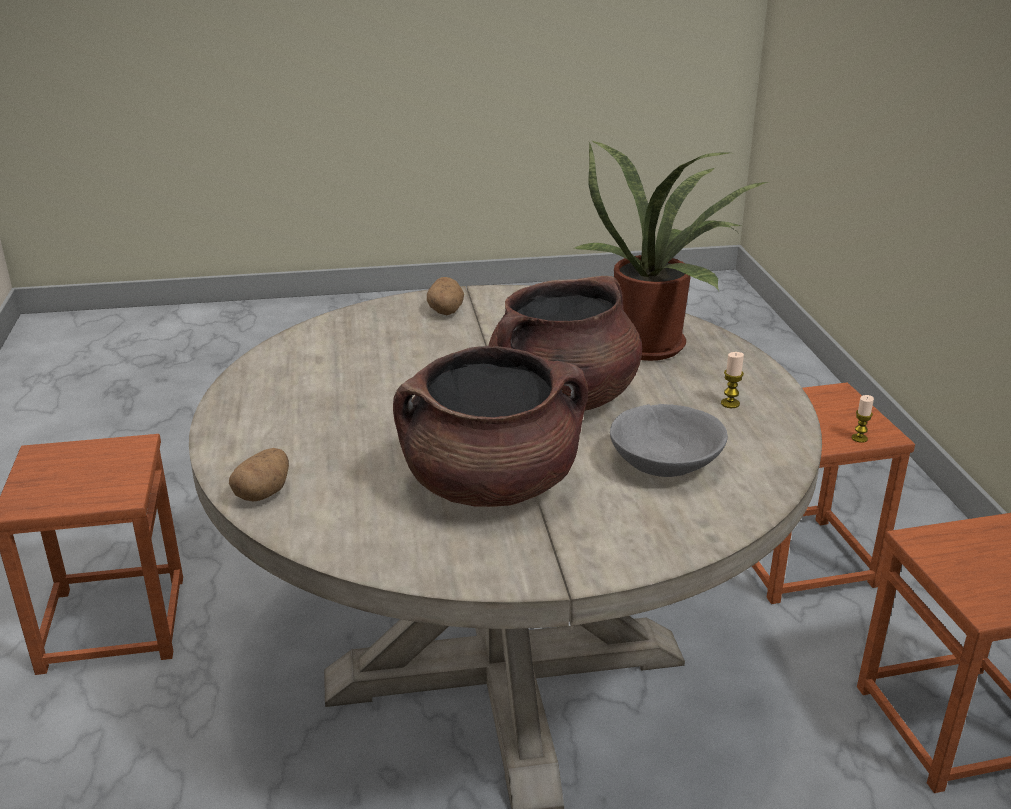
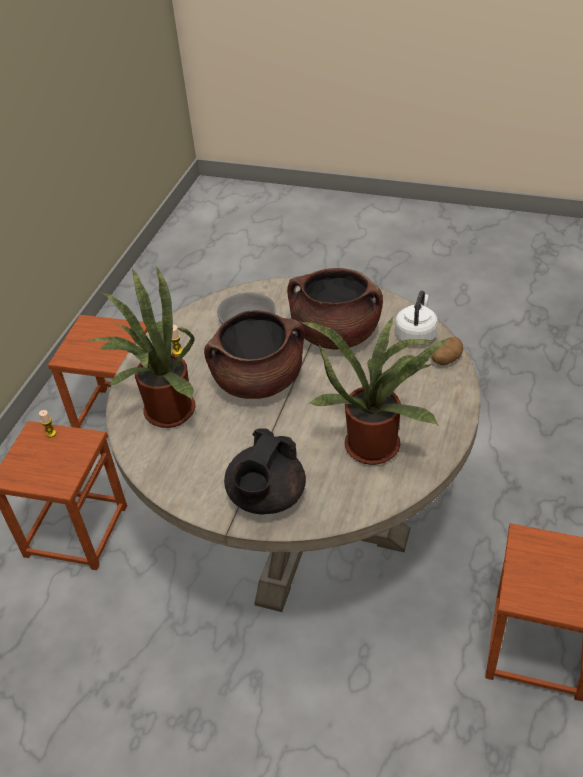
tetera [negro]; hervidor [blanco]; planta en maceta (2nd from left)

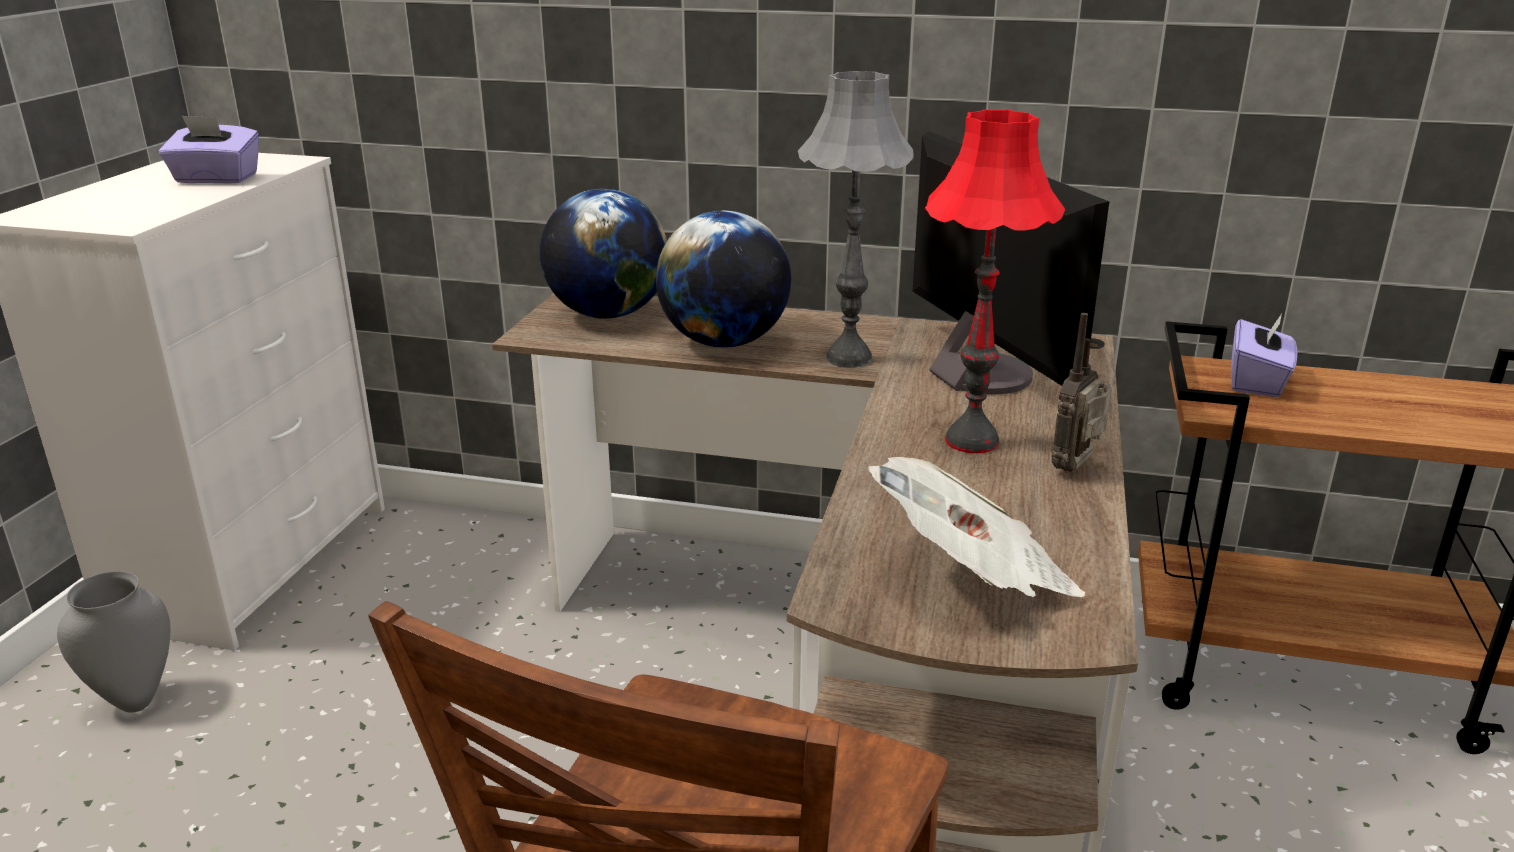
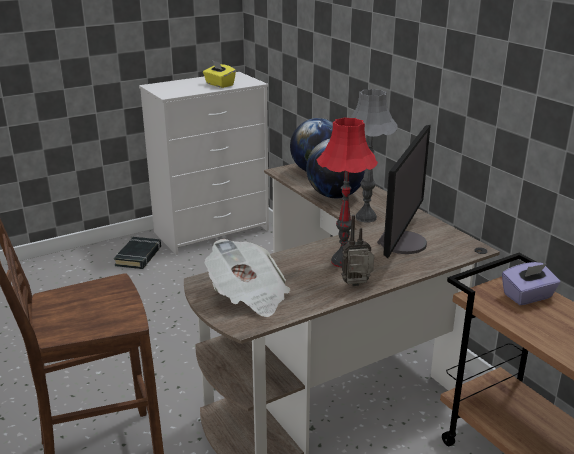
caja de pañuelos [amarillo]; libro [negro]

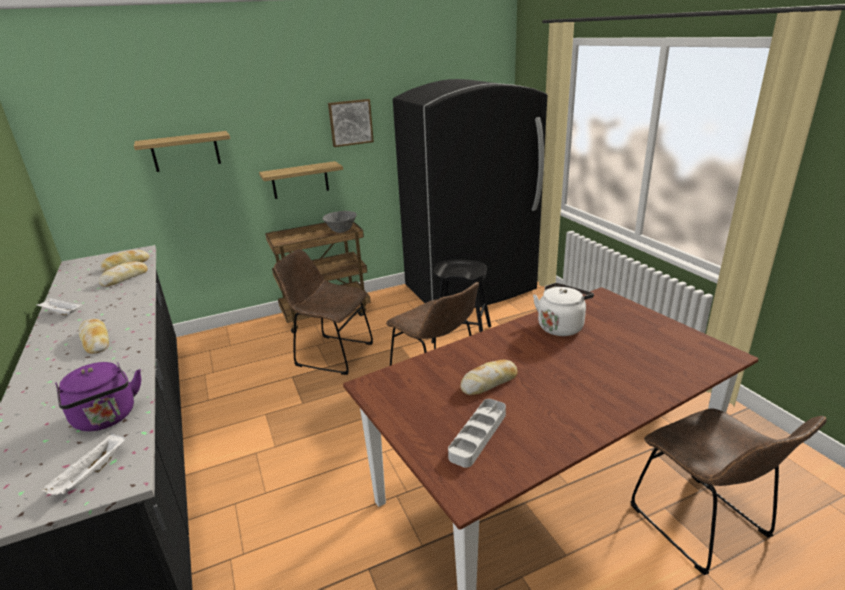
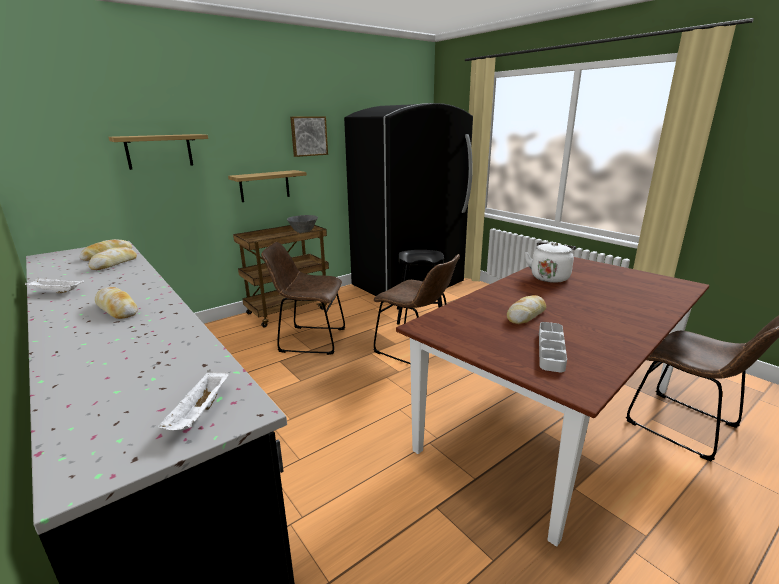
hervidor [morado]

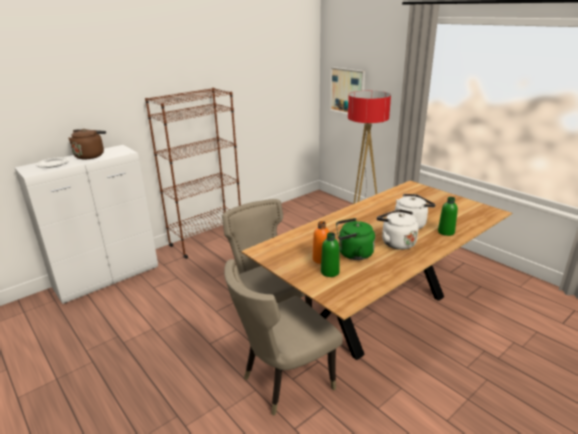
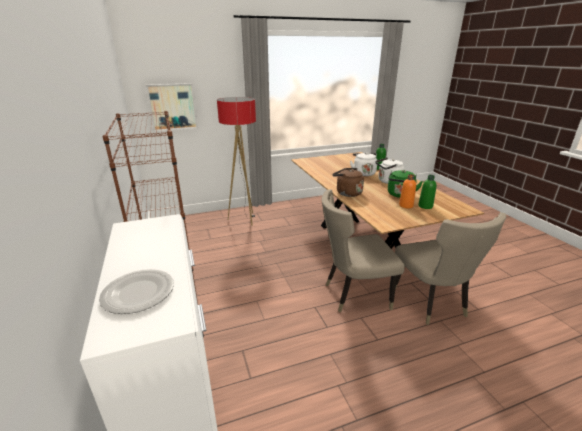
hervidor [marrón]

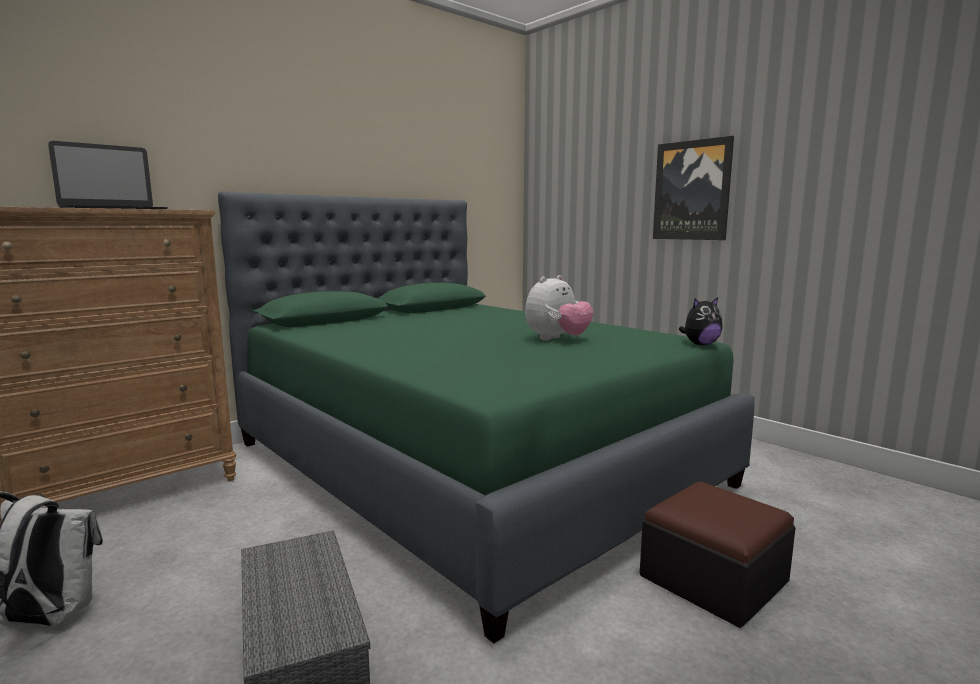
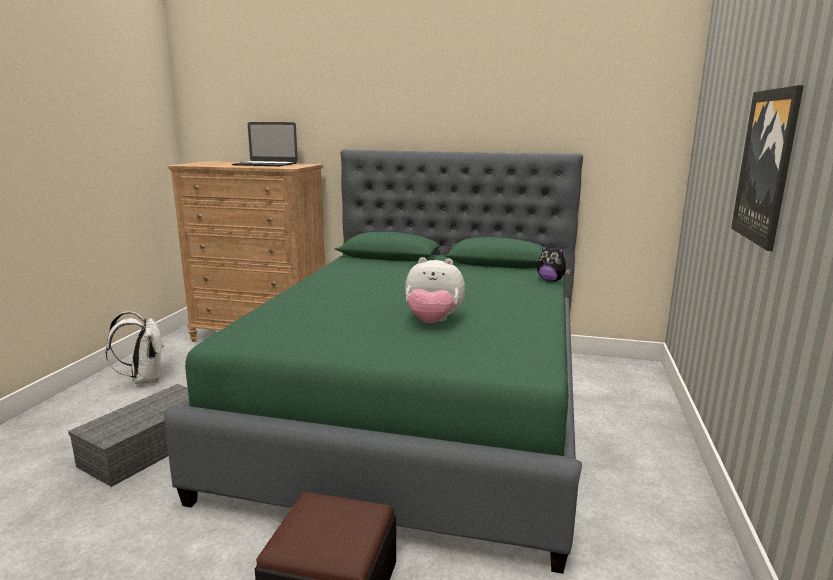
peluche (2nd from left)

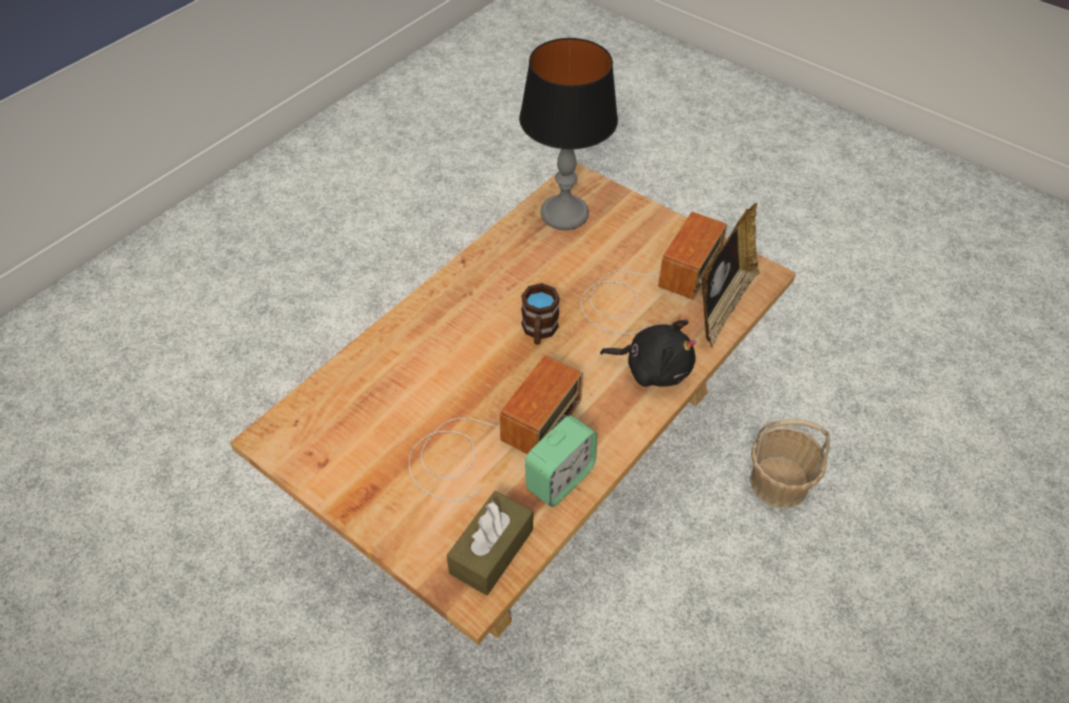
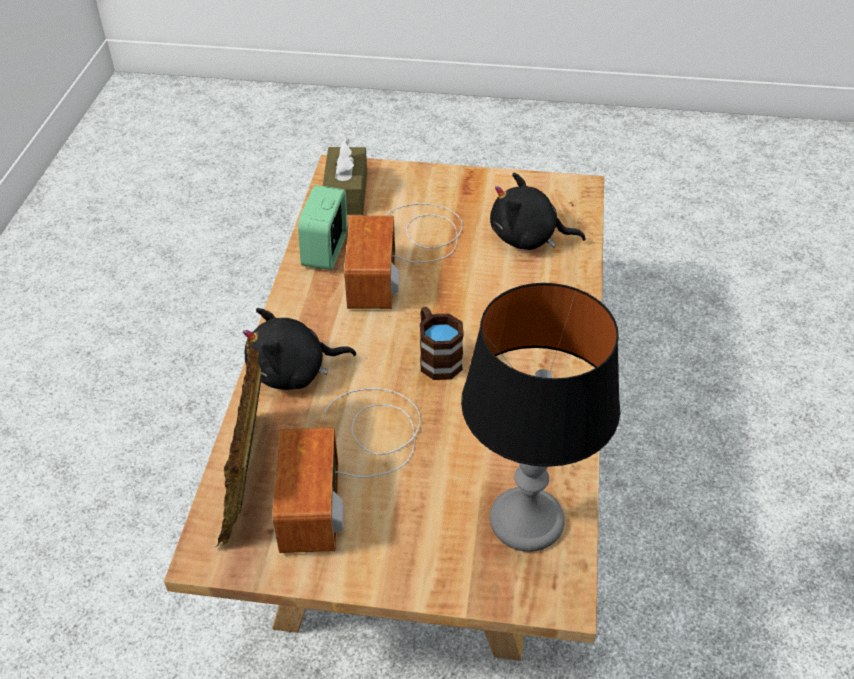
cesta; peluche [negro] (2nd from left)

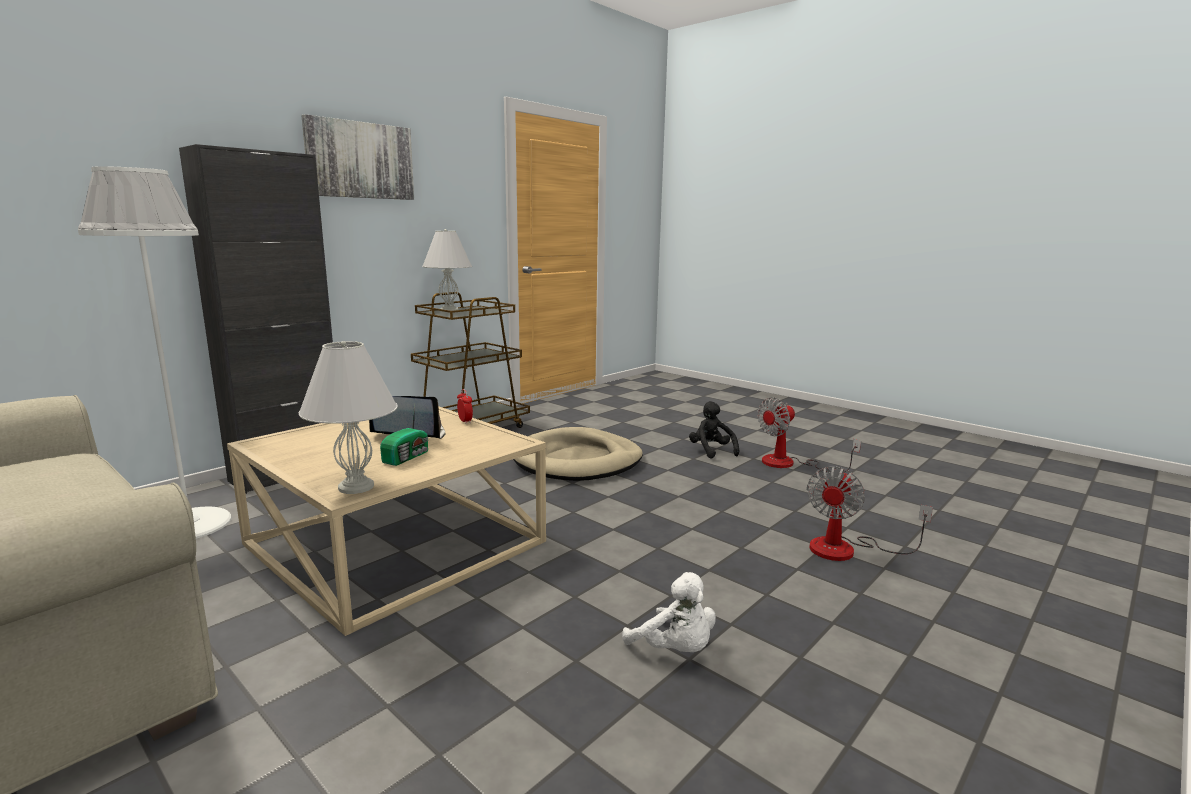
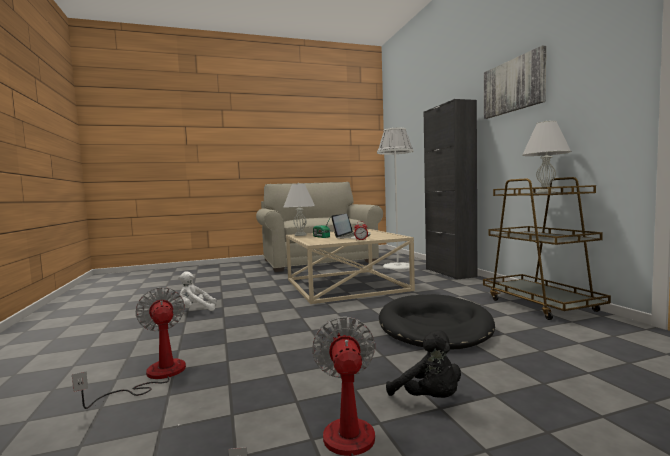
peluche [negro]; cama para perro [negro]

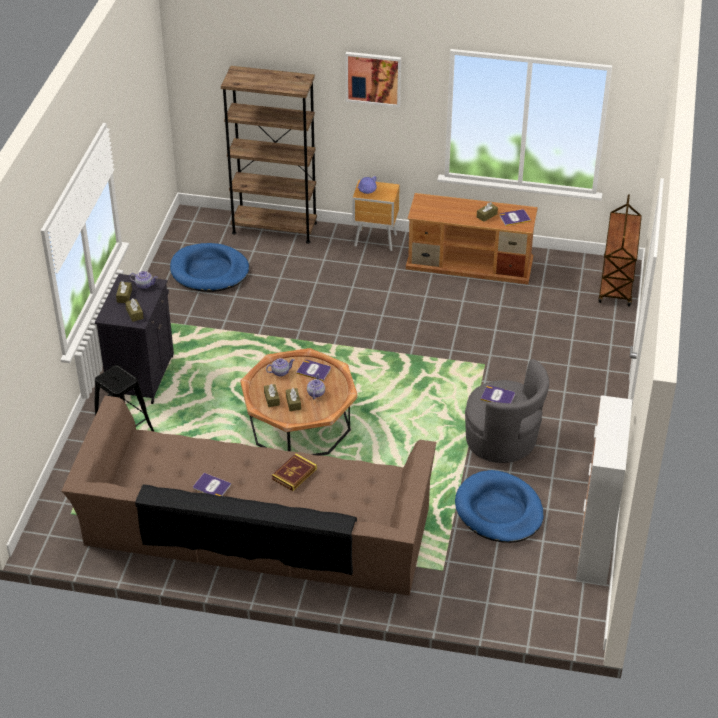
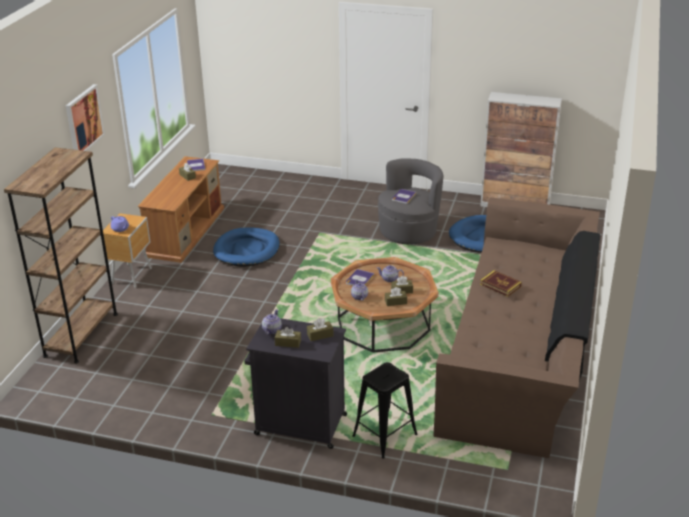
carrito [marrón]; cama para perro [azul] (1st from left); libro (1st from left in the first image)

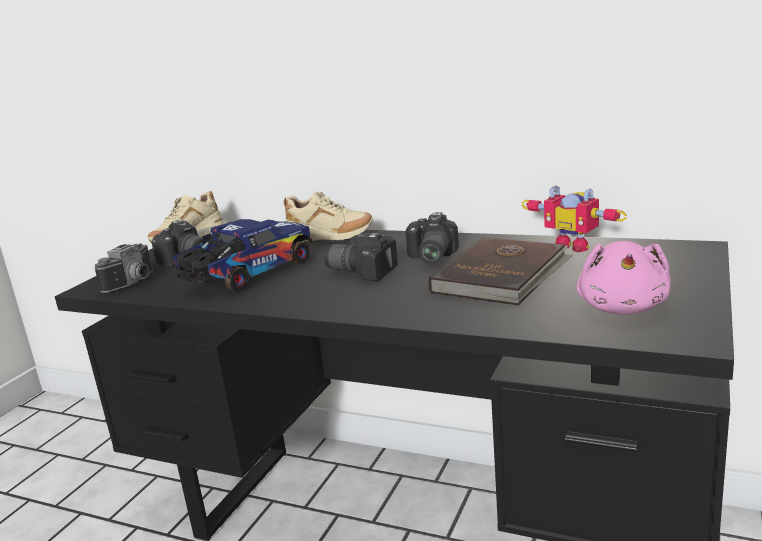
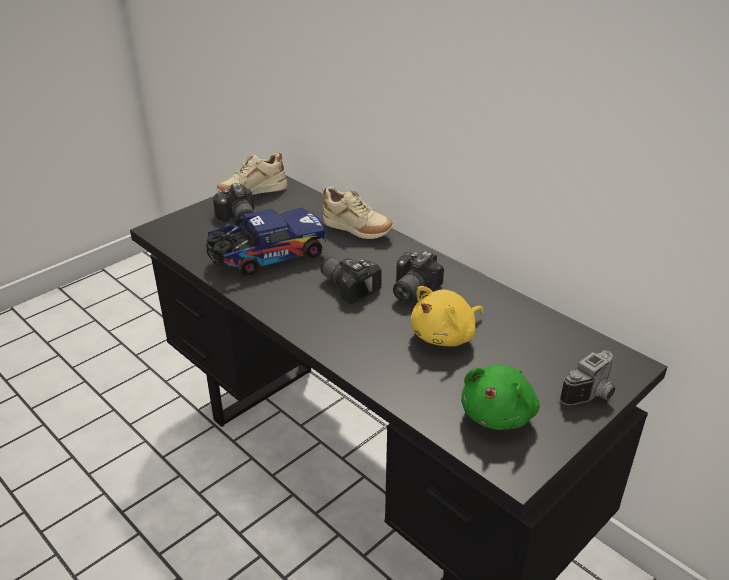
robot de juguete; peluche [amarillo]; peluche [verde]; cámara (4th from left)

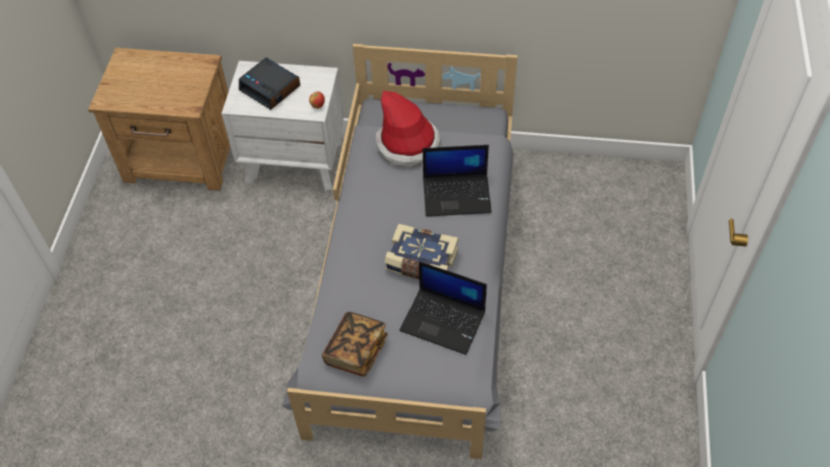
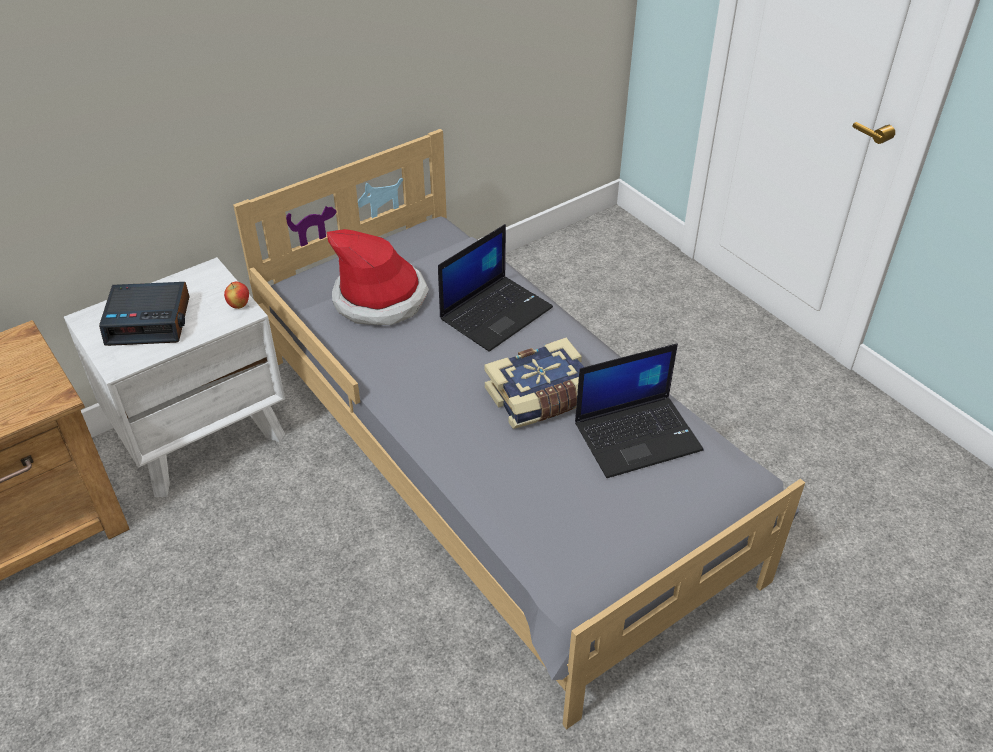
libro (1st from left in the first image)

